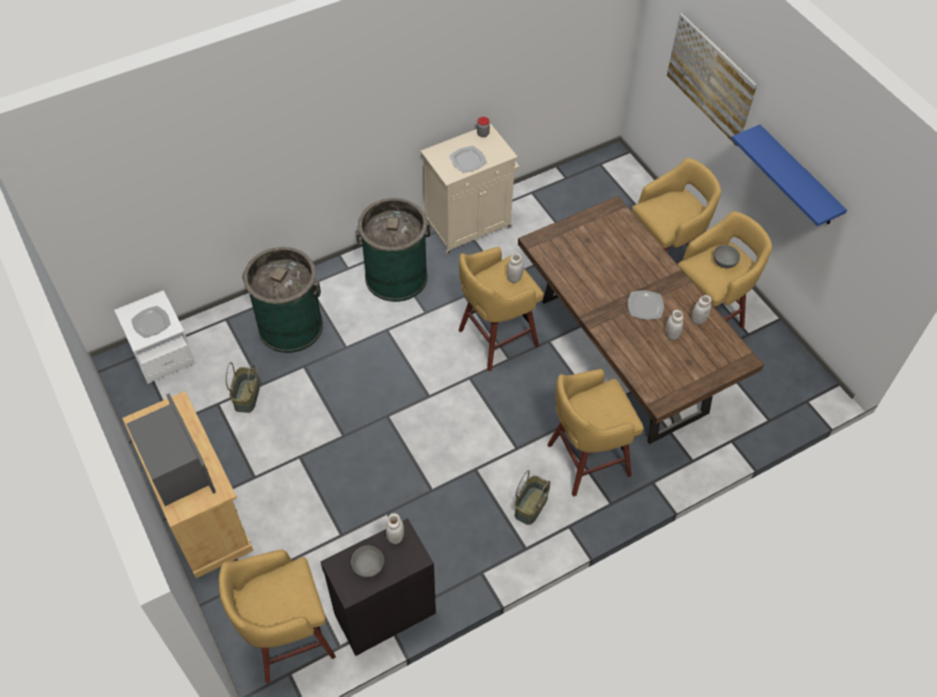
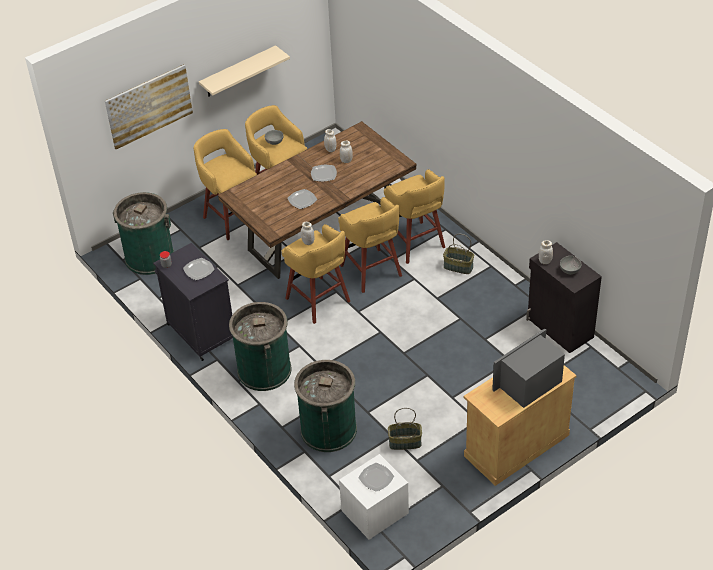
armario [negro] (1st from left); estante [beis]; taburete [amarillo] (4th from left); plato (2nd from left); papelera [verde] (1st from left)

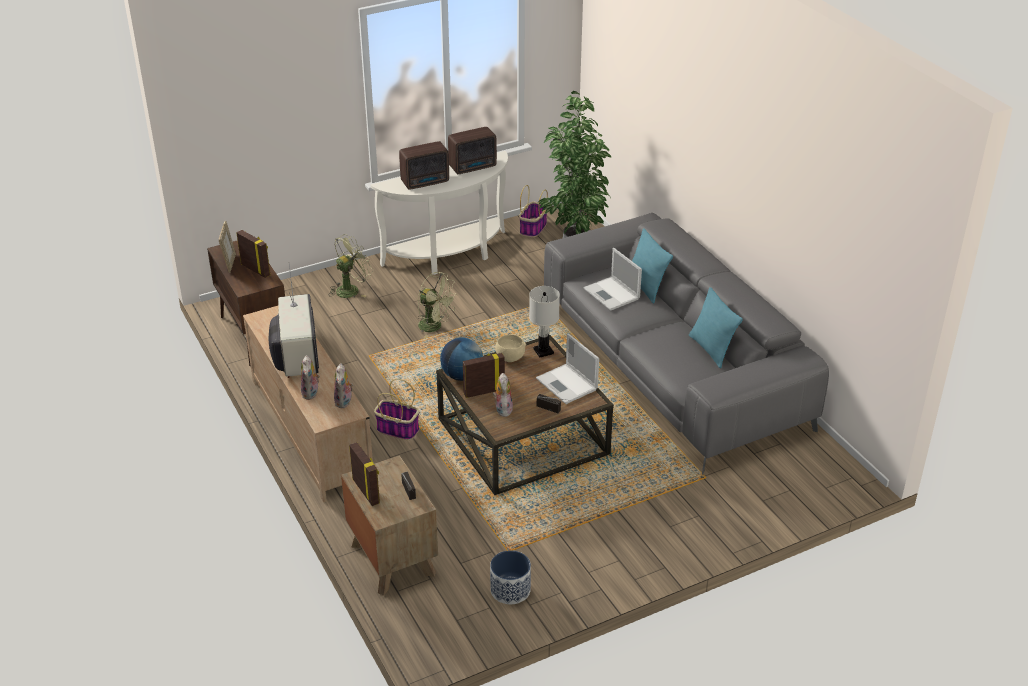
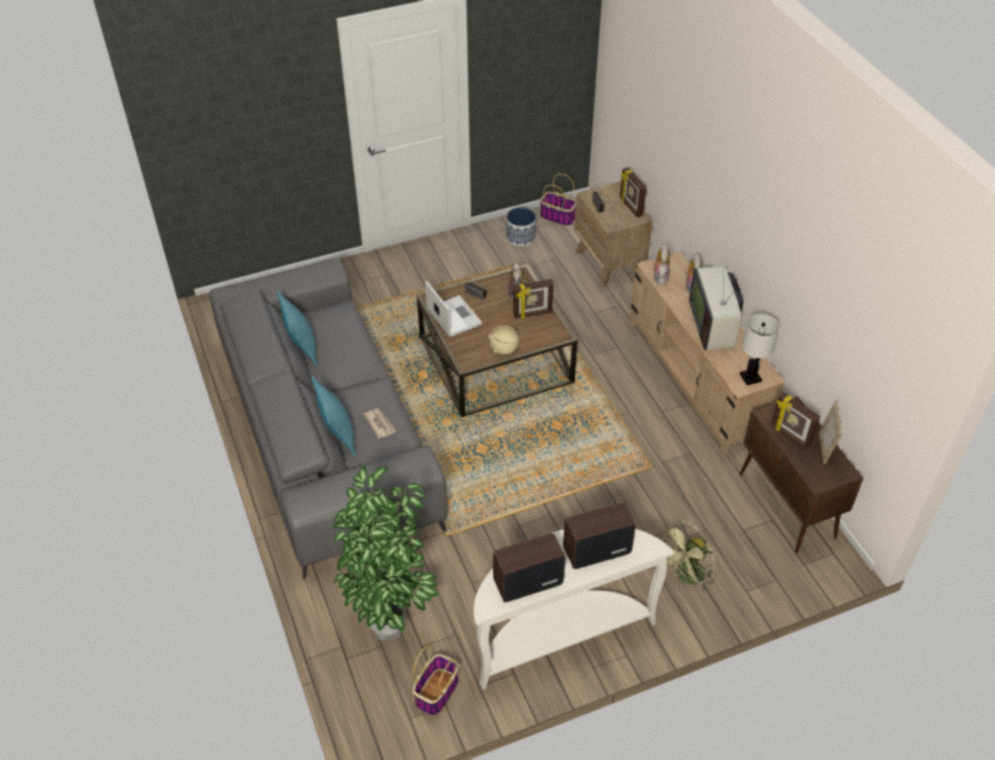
periódico; ventilador [verde] (2nd from left in the first image); lámpara de mesa [blanco]; globo terráqueo; cesta (2nd from left)

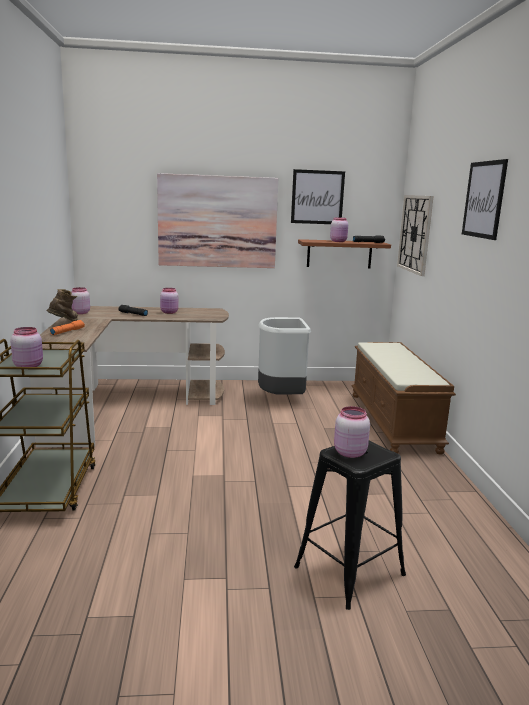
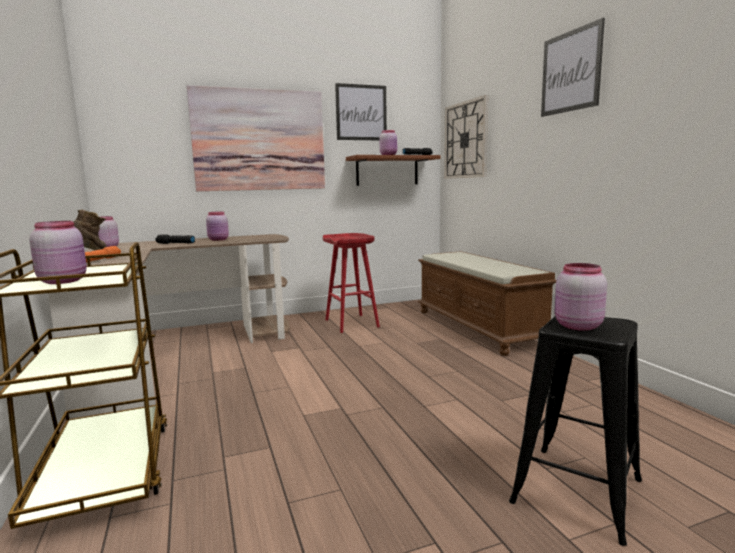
taburete [rojo]

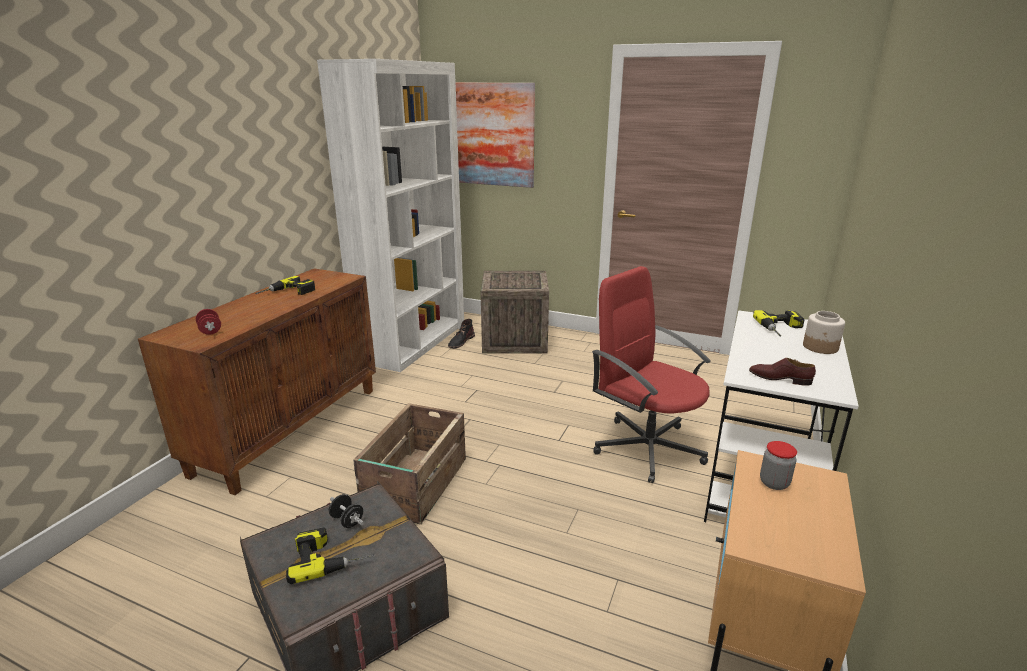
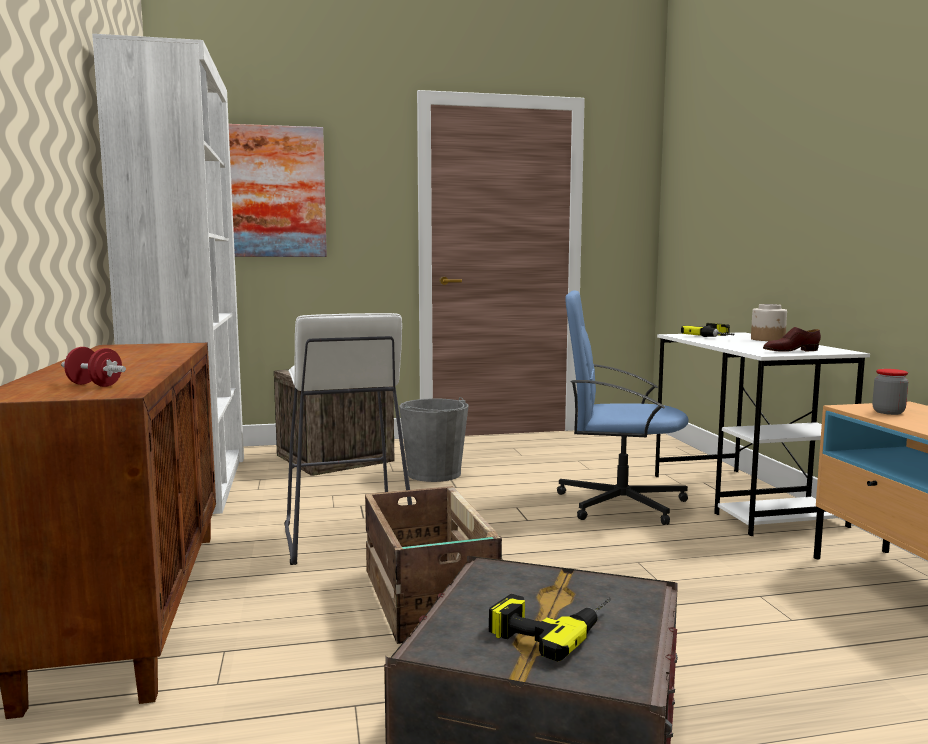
silla de oficina [azul]; taladro (1st from left in the first image); bota [negro]; mancuerna [negro]; taburete [blanco]; cubo [gris]

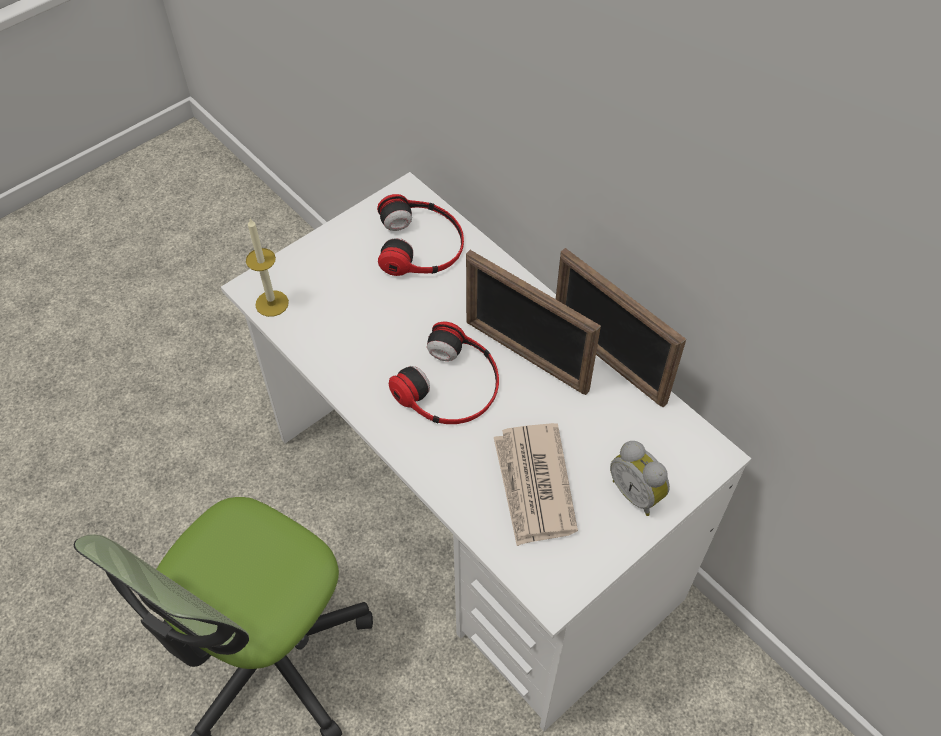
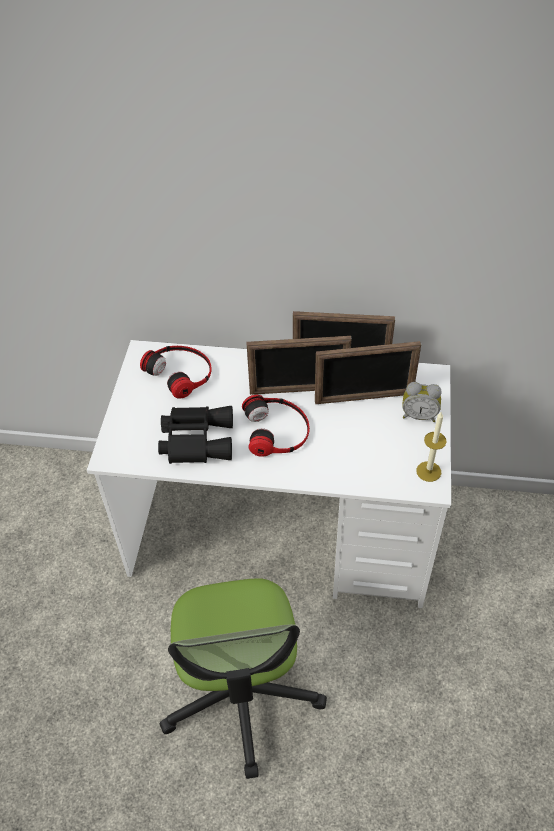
vela; periódico; portarretratos (3rd from left); prismáticos [negro]

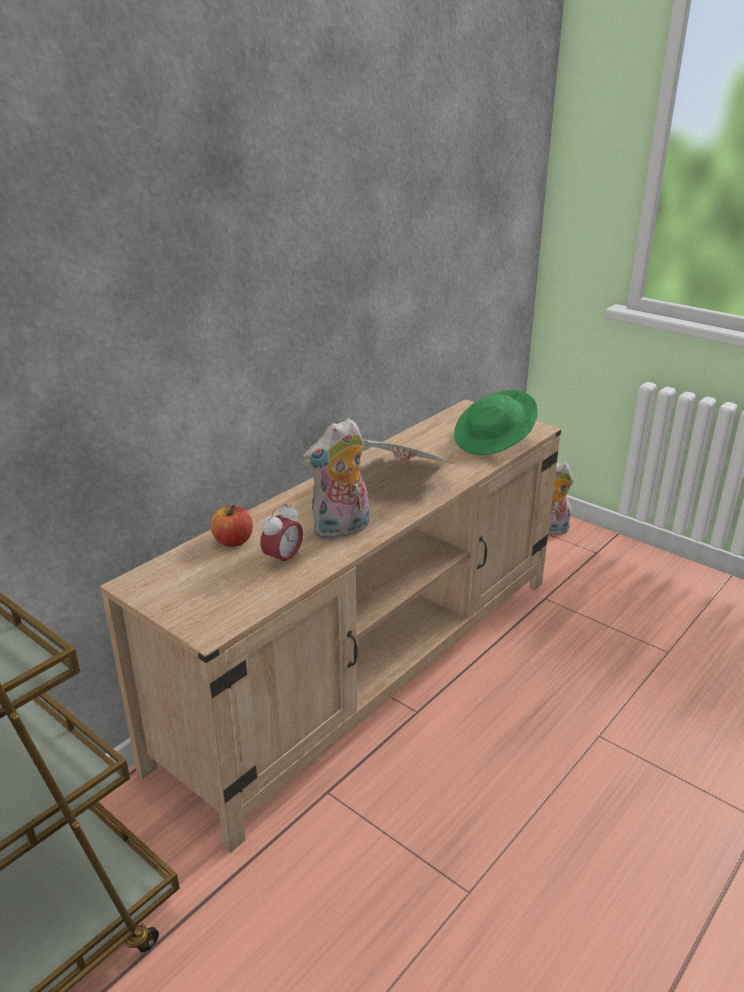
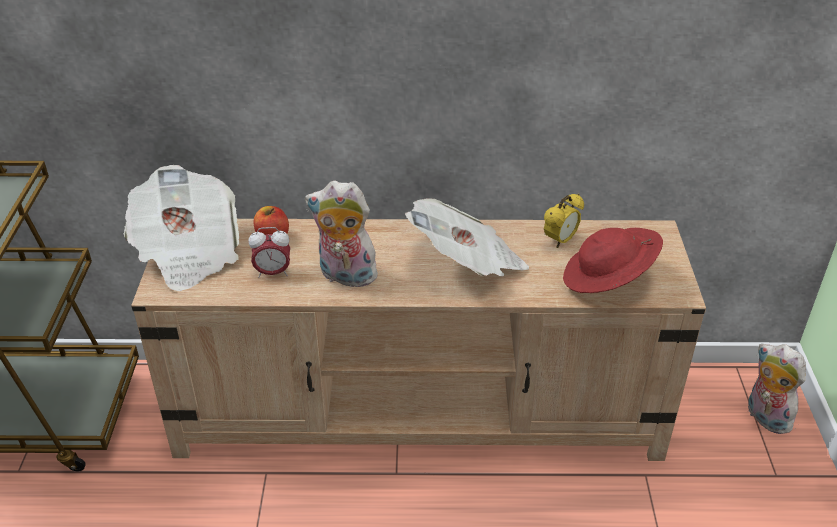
sombrero [rojo]; periódico (1st from left); despertador (2nd from left)

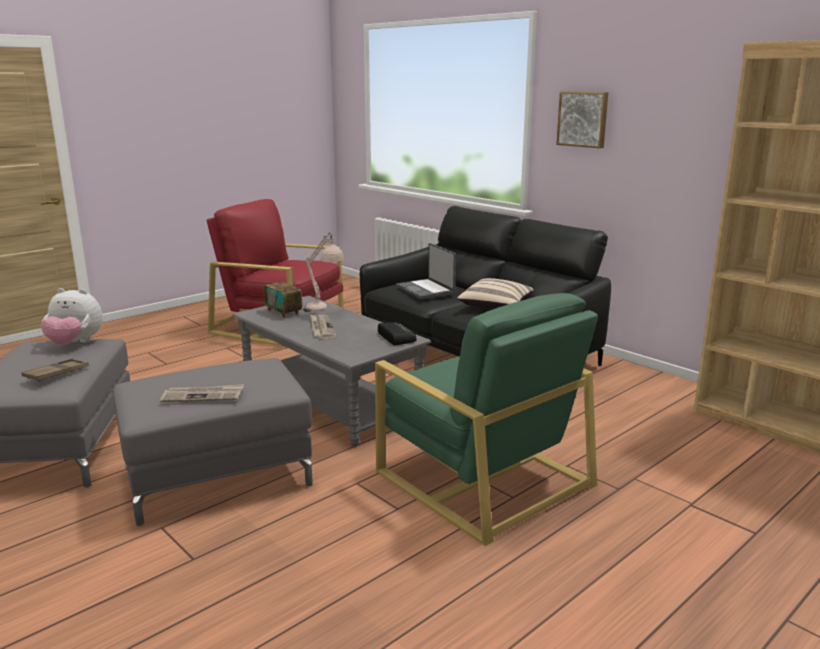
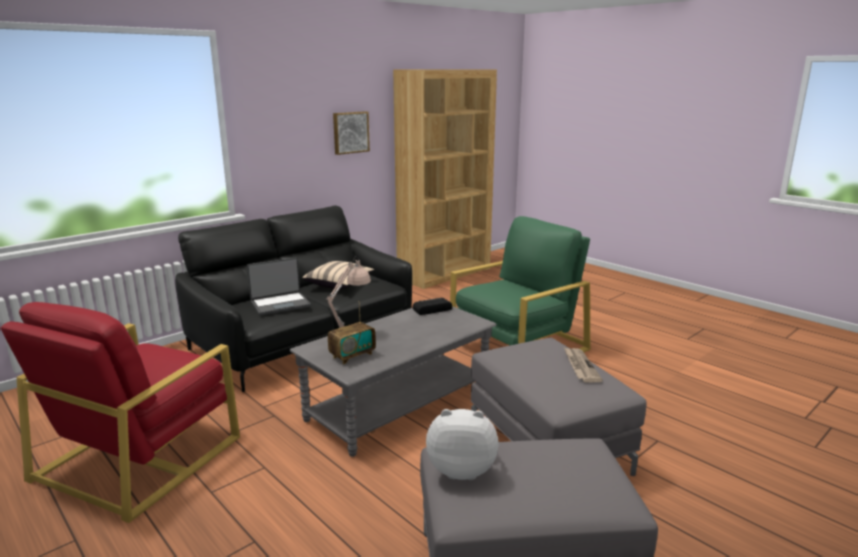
cuadro; peluche; periódico (2nd from left in the first image); bandeja [marrón]

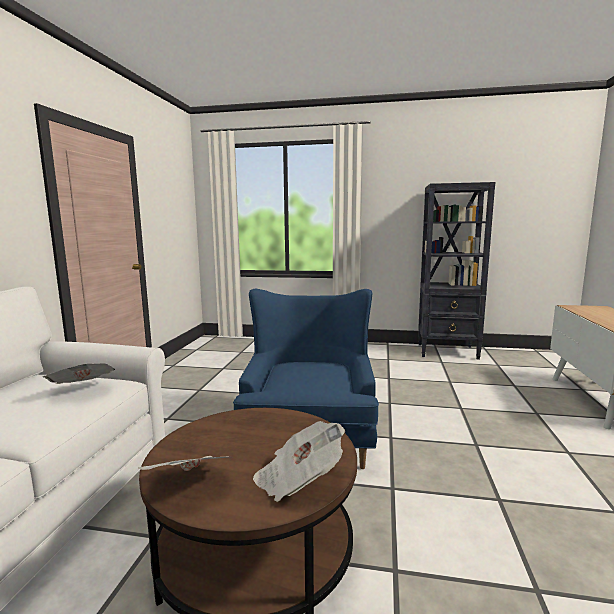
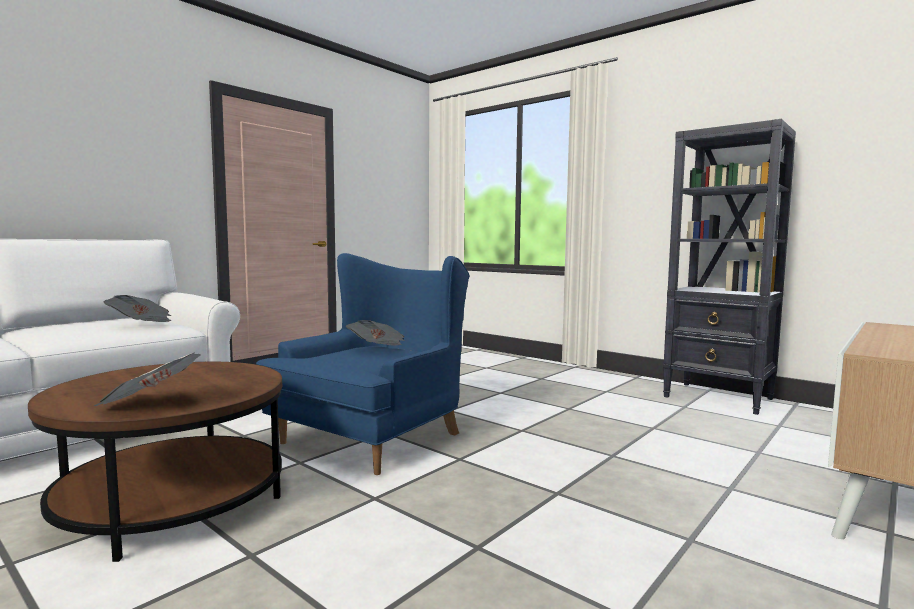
periódico (3rd from left)

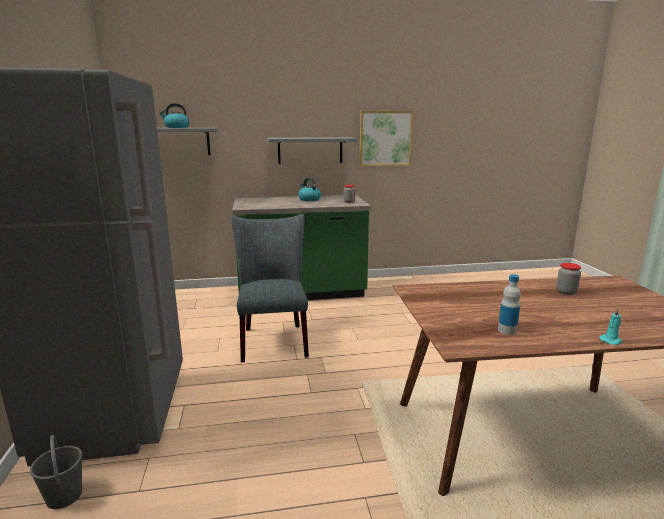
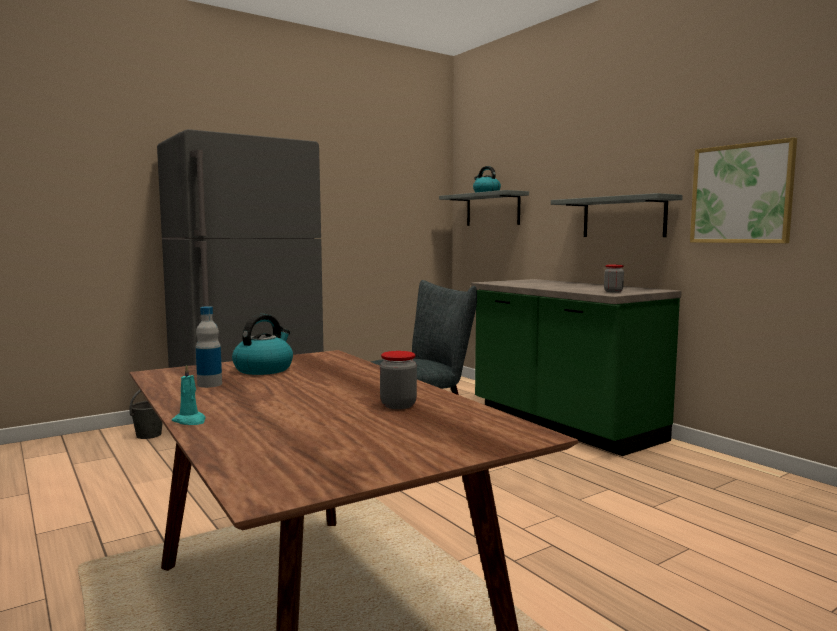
hervidor (1st from left)

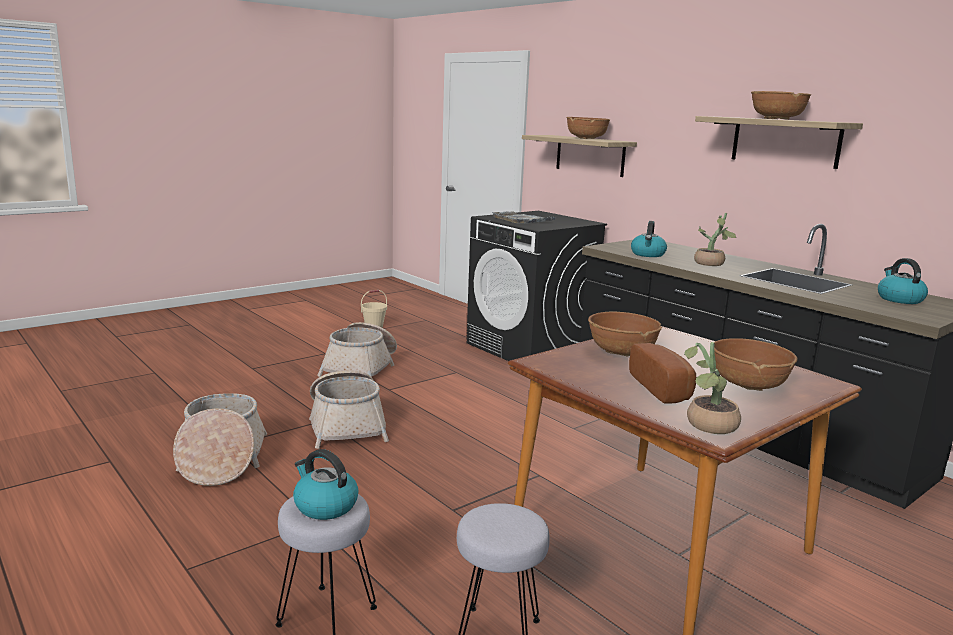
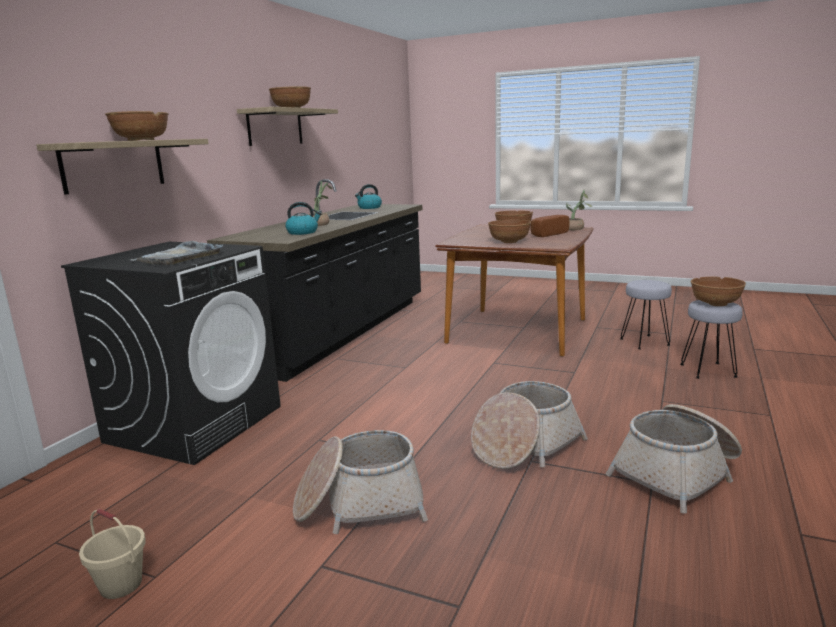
cuenco [marrón] (5th from left)

